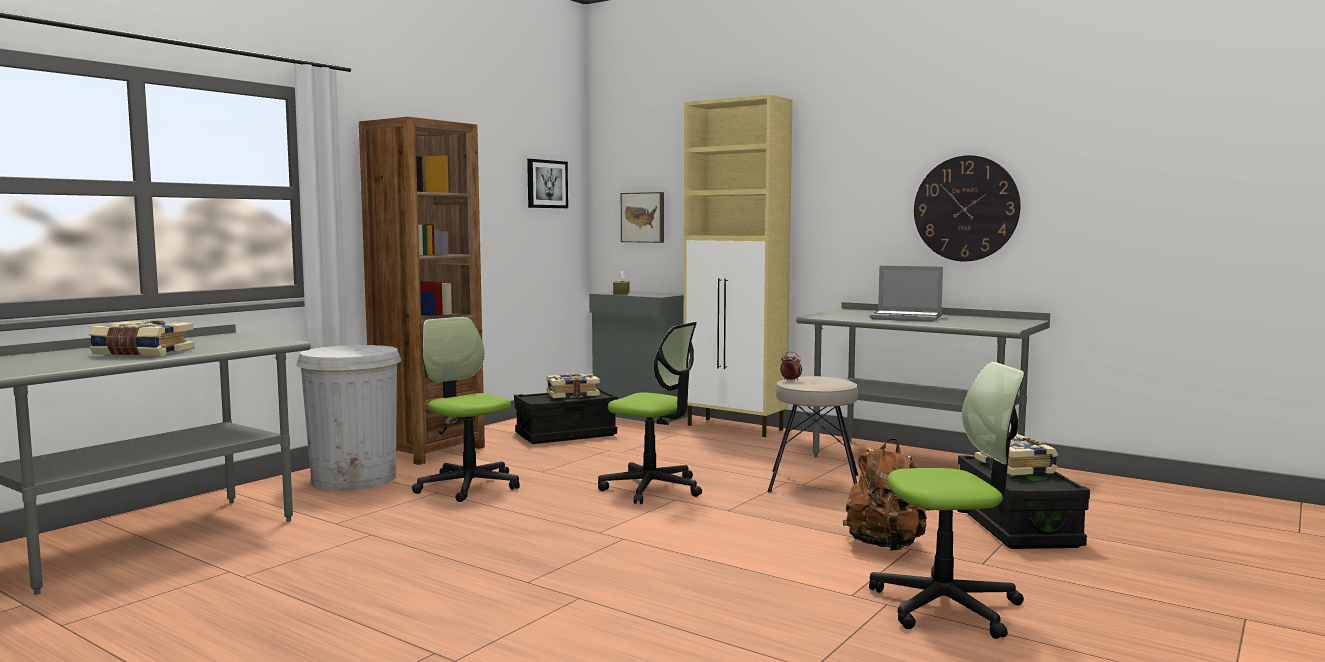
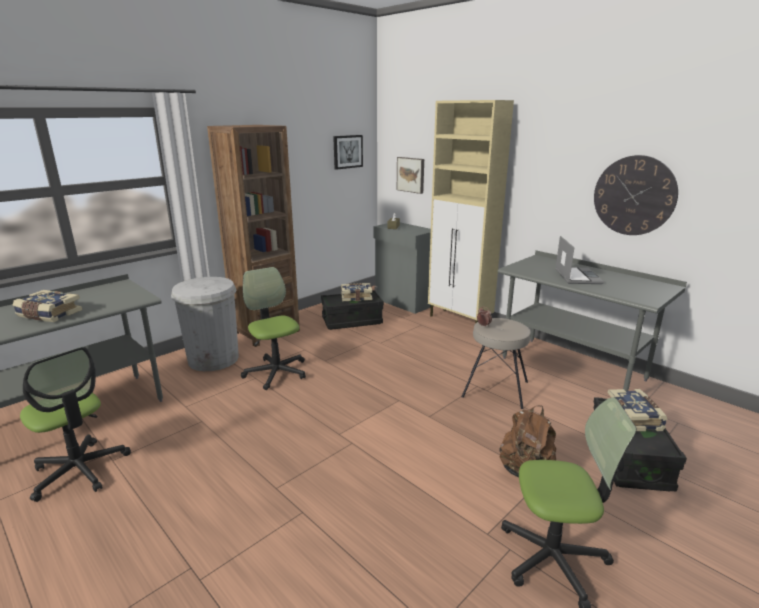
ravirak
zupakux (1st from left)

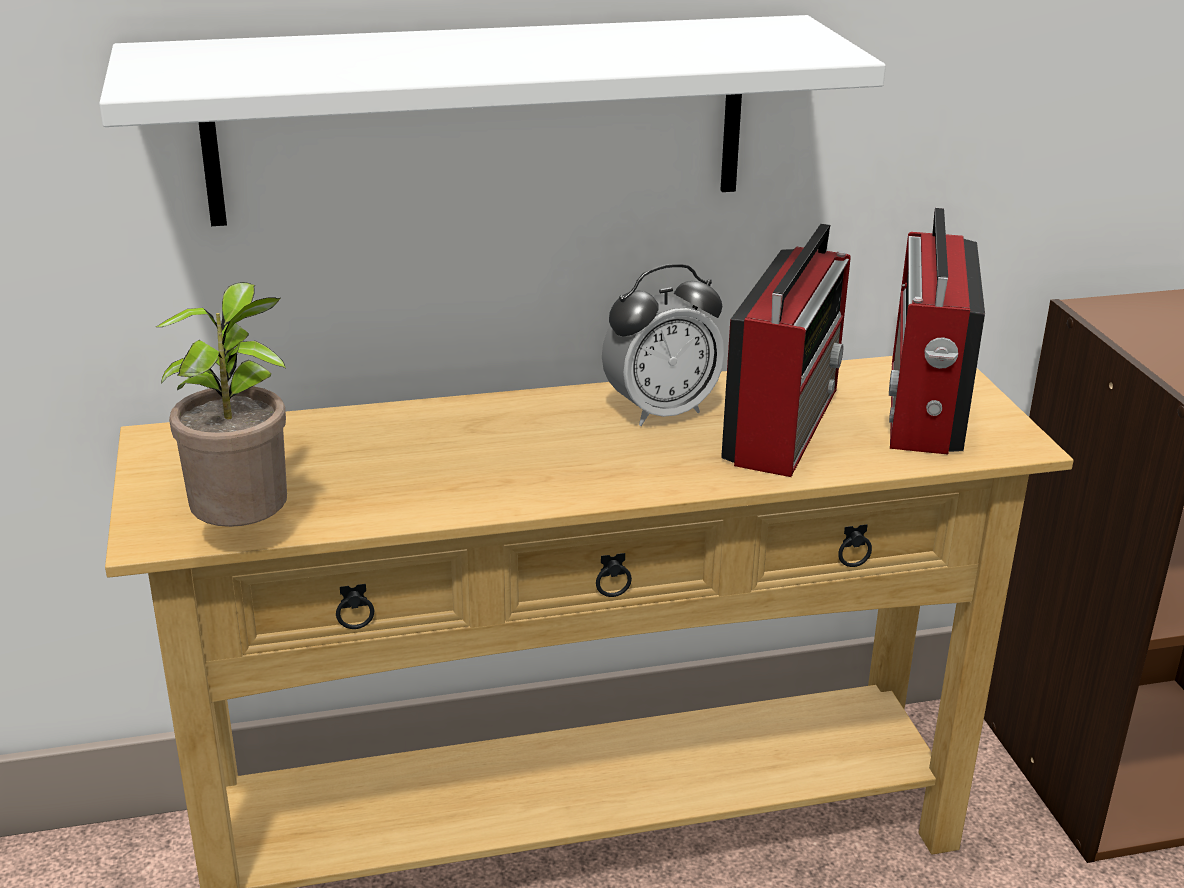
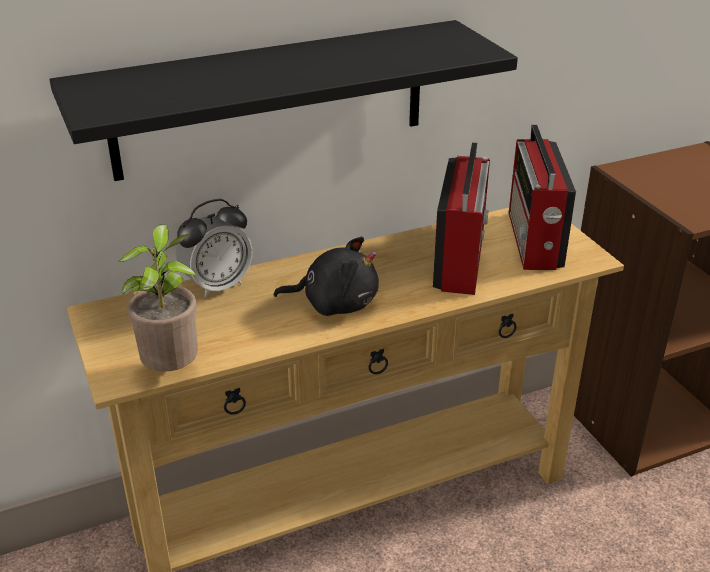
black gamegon
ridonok
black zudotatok

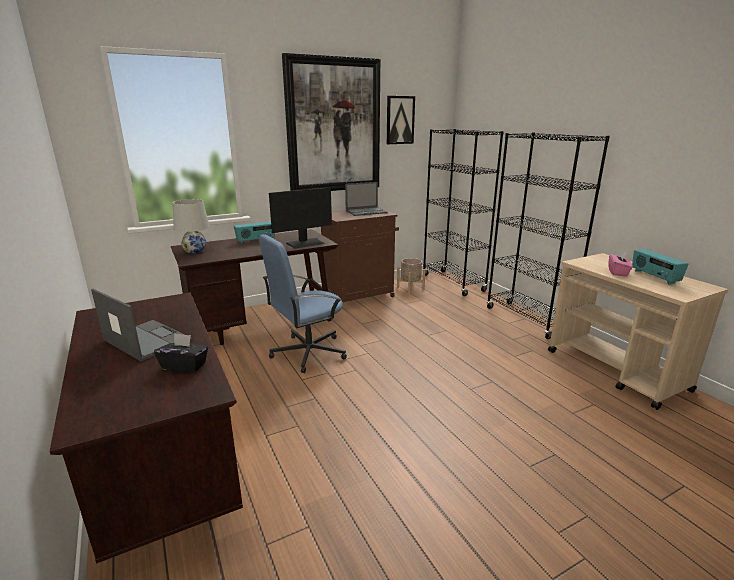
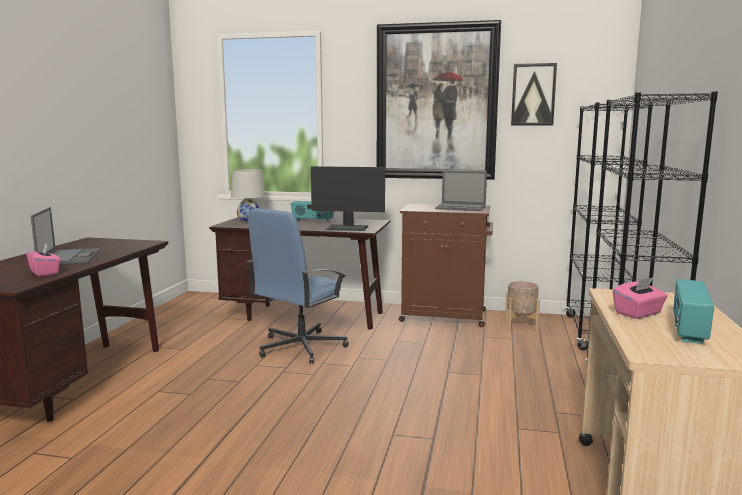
blue zupakux
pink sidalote (1st from left)

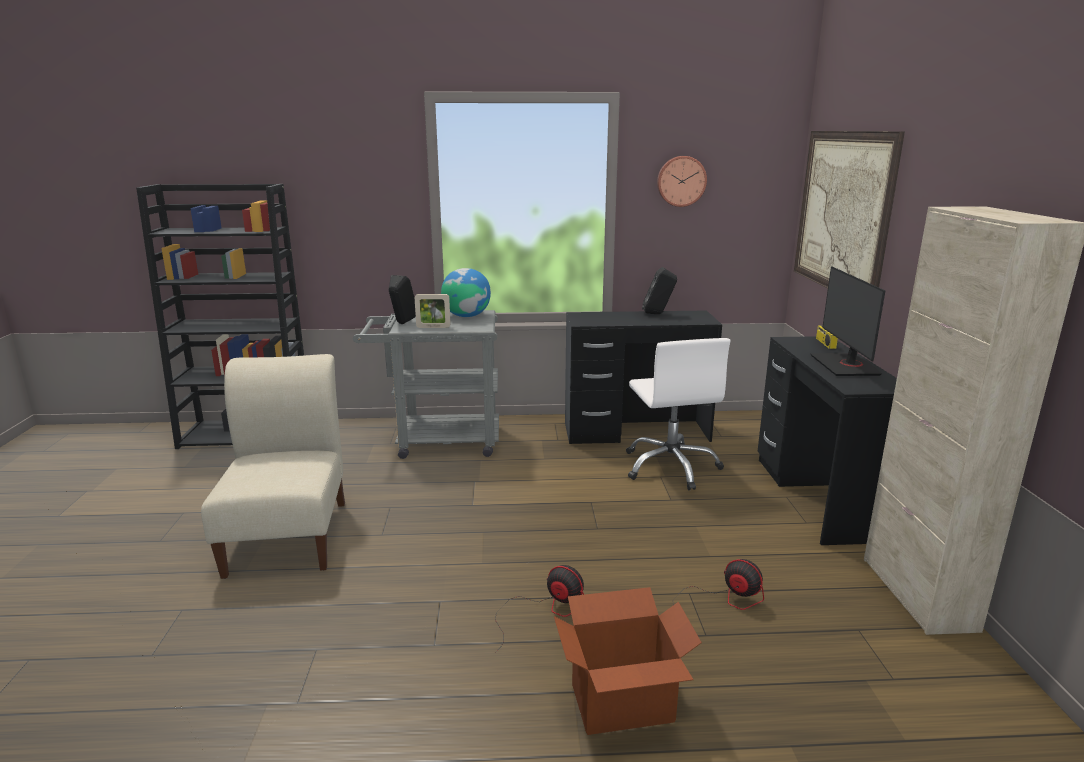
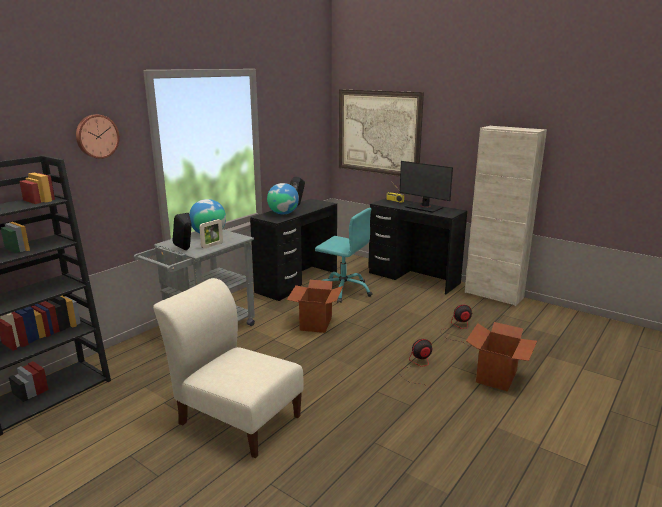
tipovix
turquoise zupakux
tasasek (2nd from left)
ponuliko (1st from left)

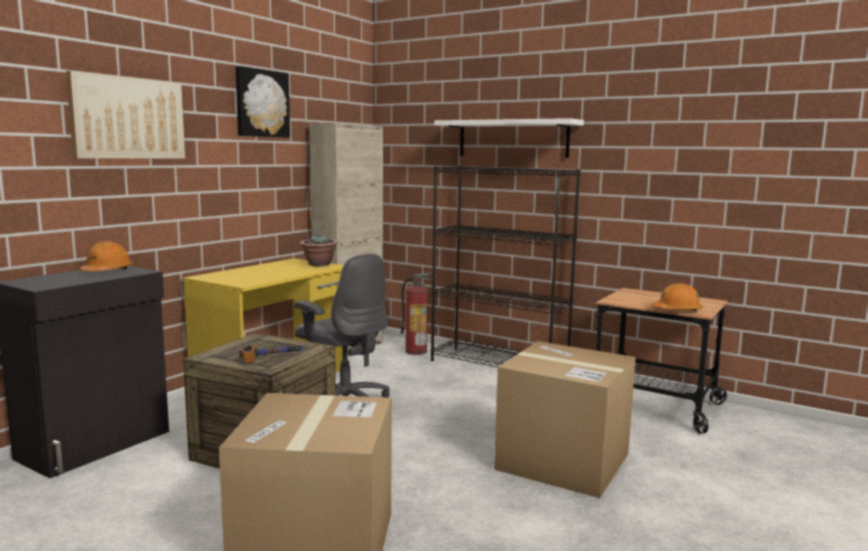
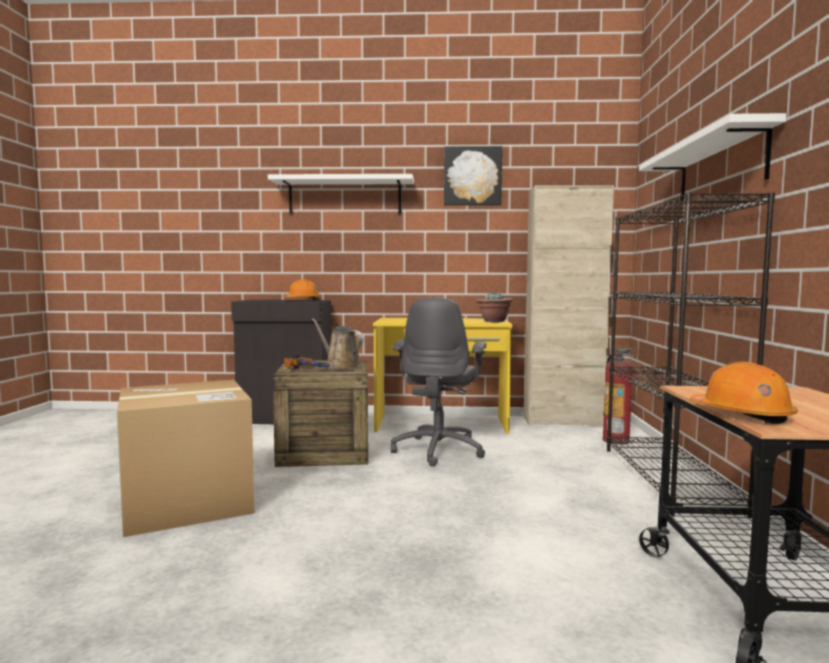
white gamegon (1st from left)
ponuliko (2nd from left in the first image)
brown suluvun

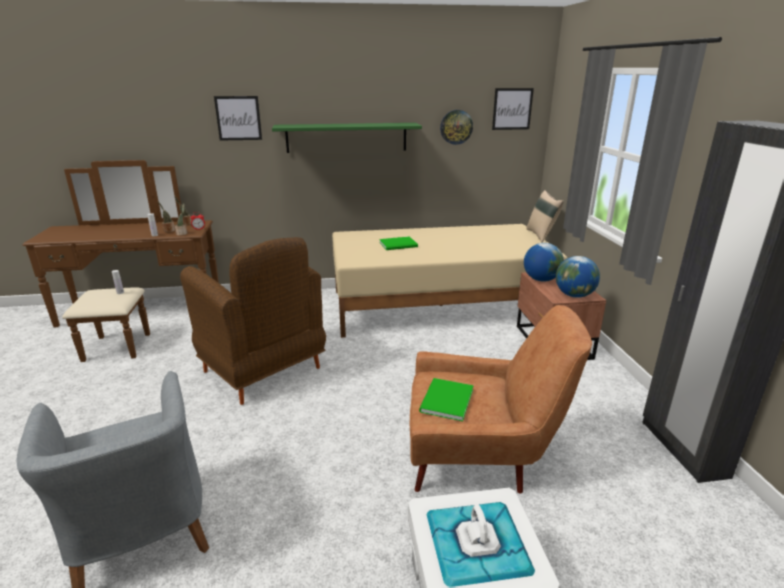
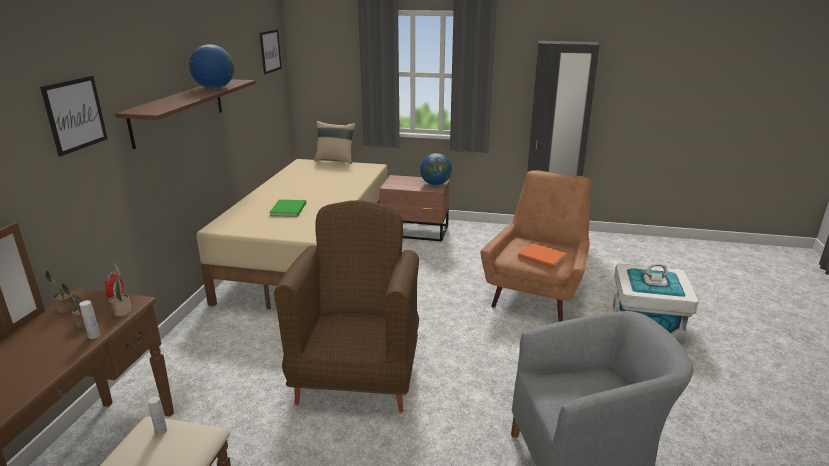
tipovix
brown gamegon
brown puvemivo (1st from left)
tasasek (1st from left)
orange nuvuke

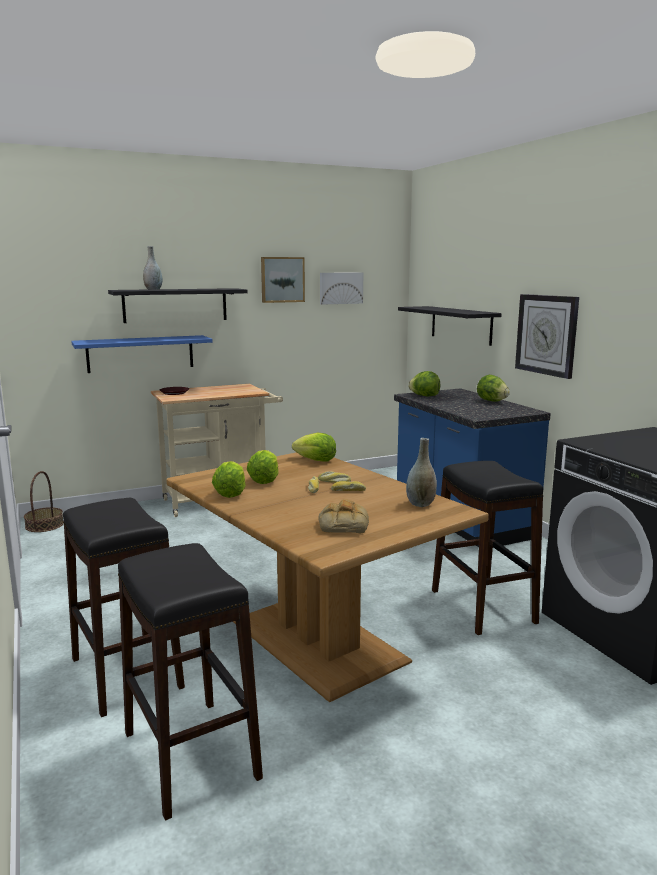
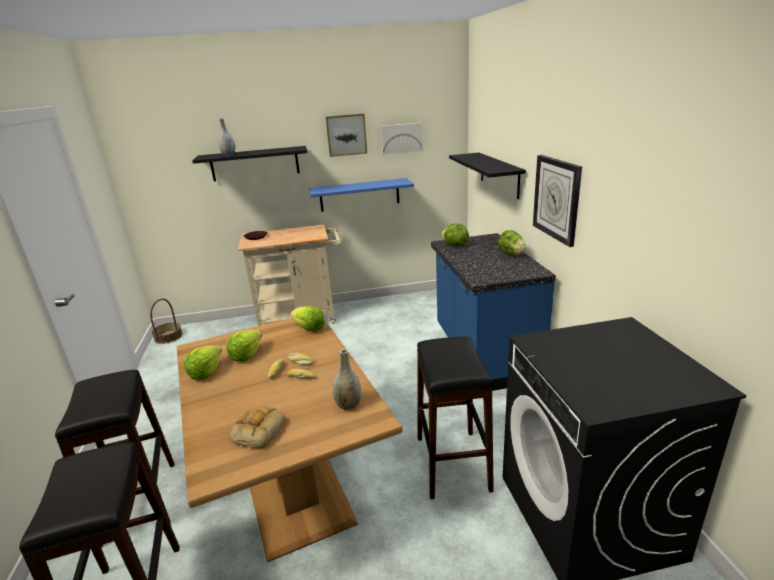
blue gamegon

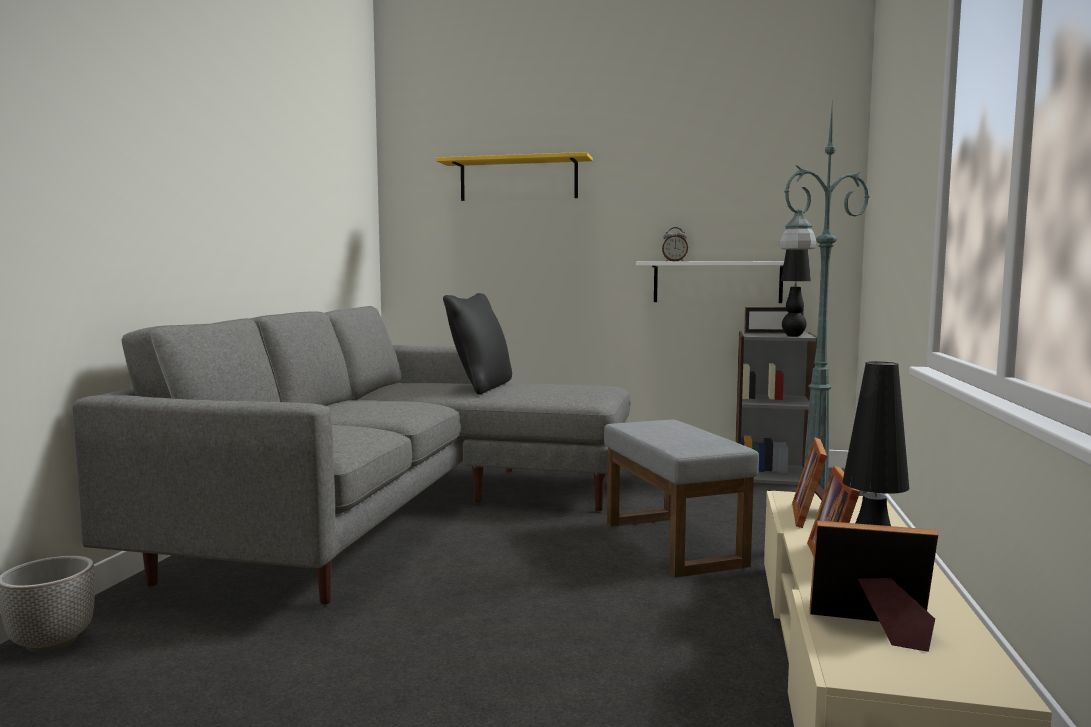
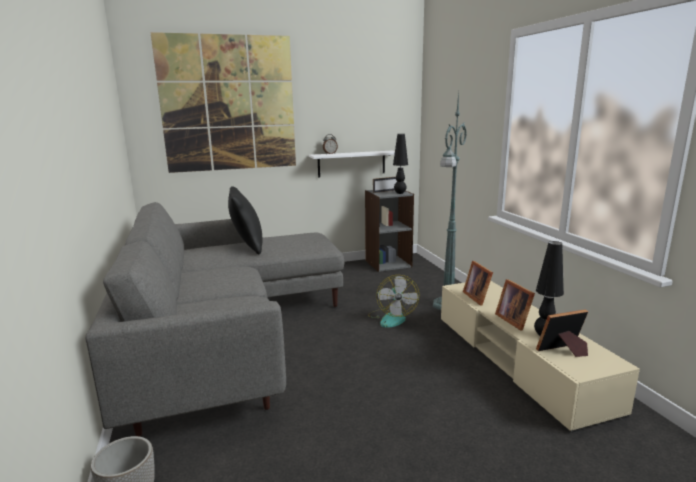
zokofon
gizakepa

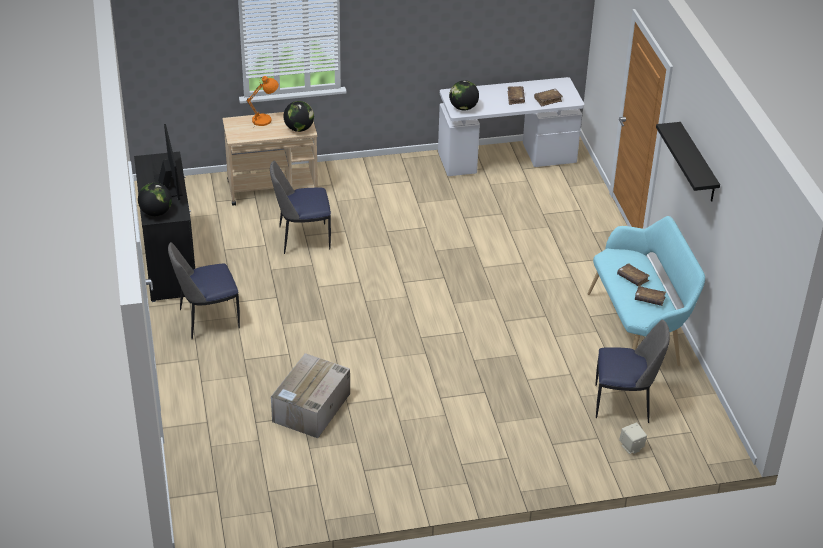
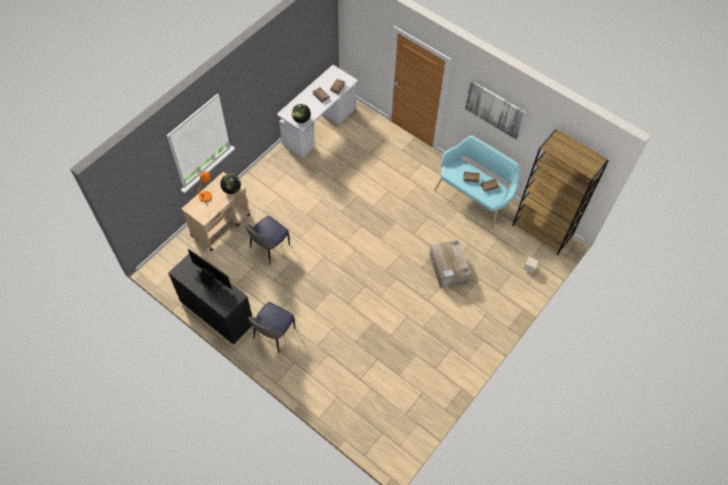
zokofon
tasasek (1st from left in the first image)
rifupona (3rd from left in the first image)
ponuliko
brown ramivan

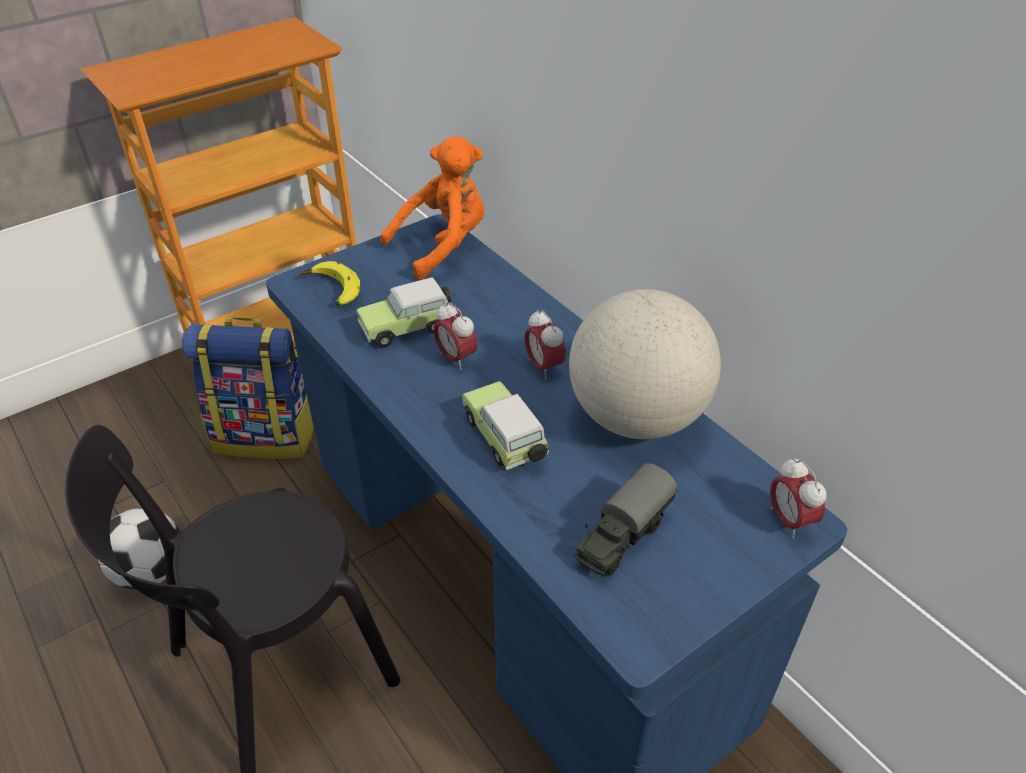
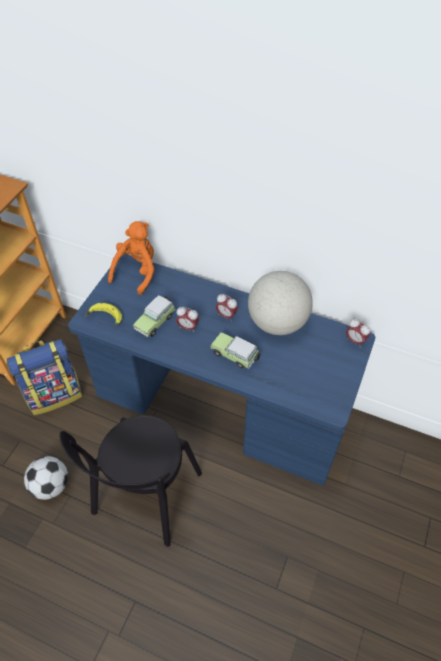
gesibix

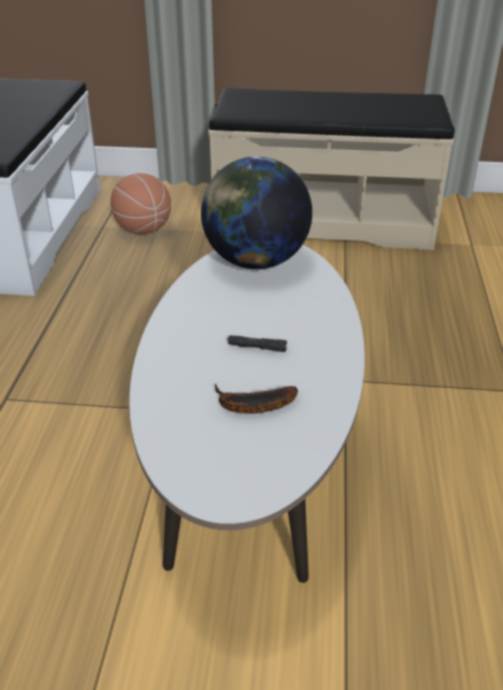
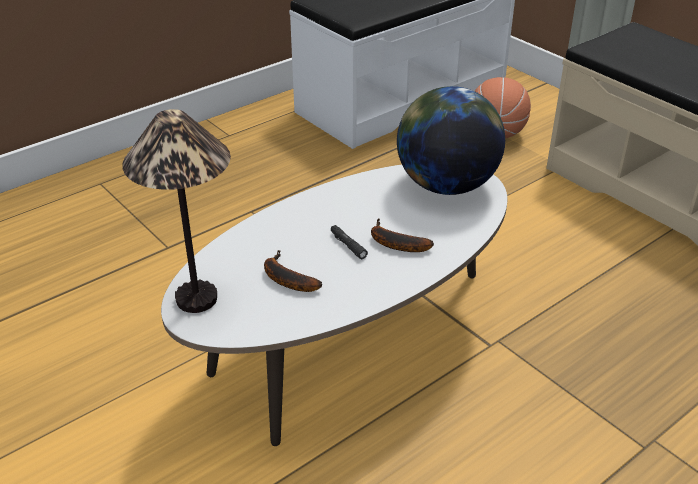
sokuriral
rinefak (2nd from left)

